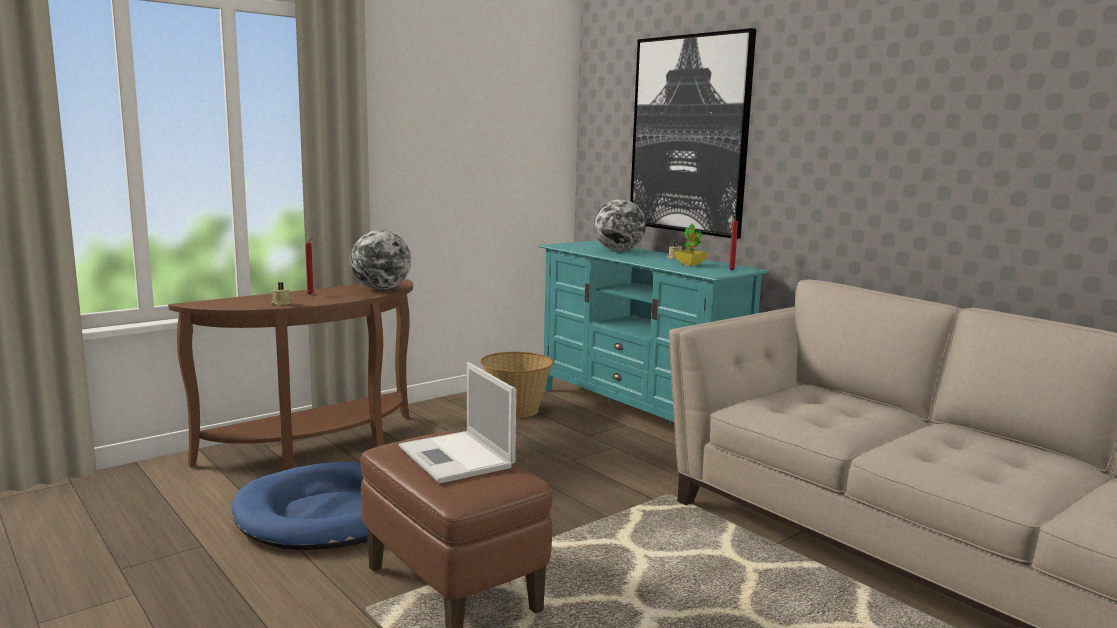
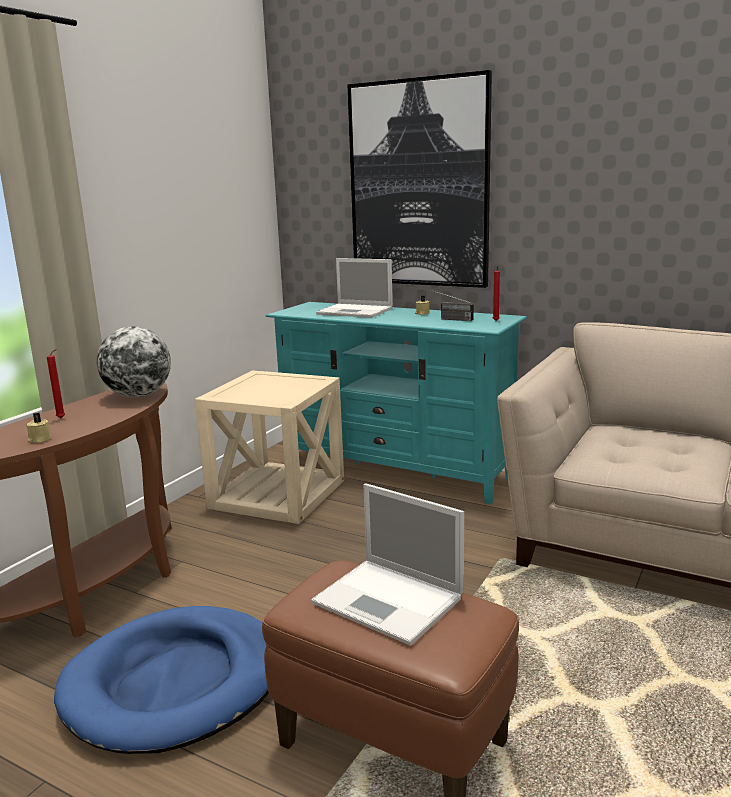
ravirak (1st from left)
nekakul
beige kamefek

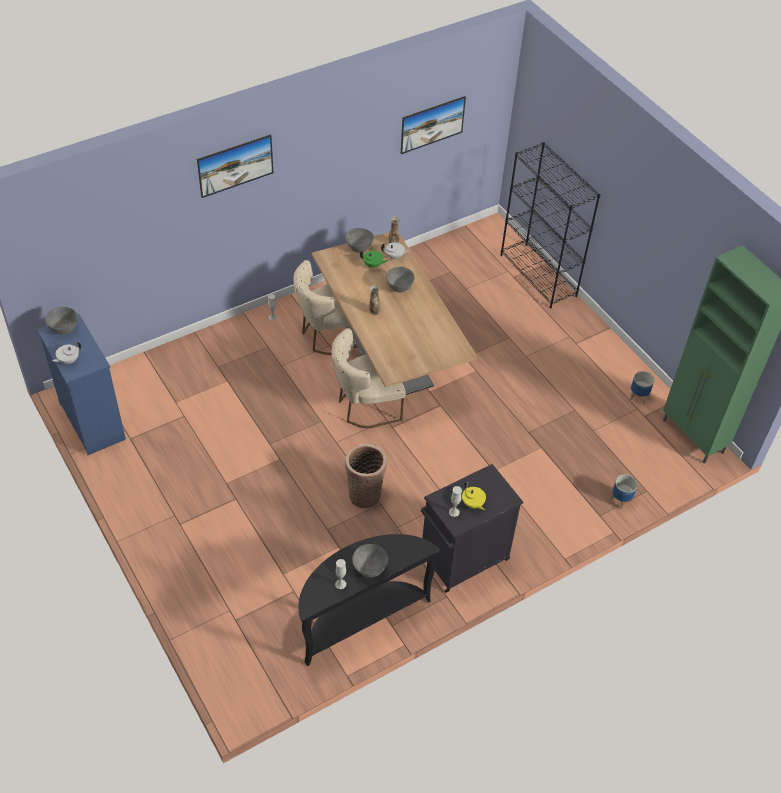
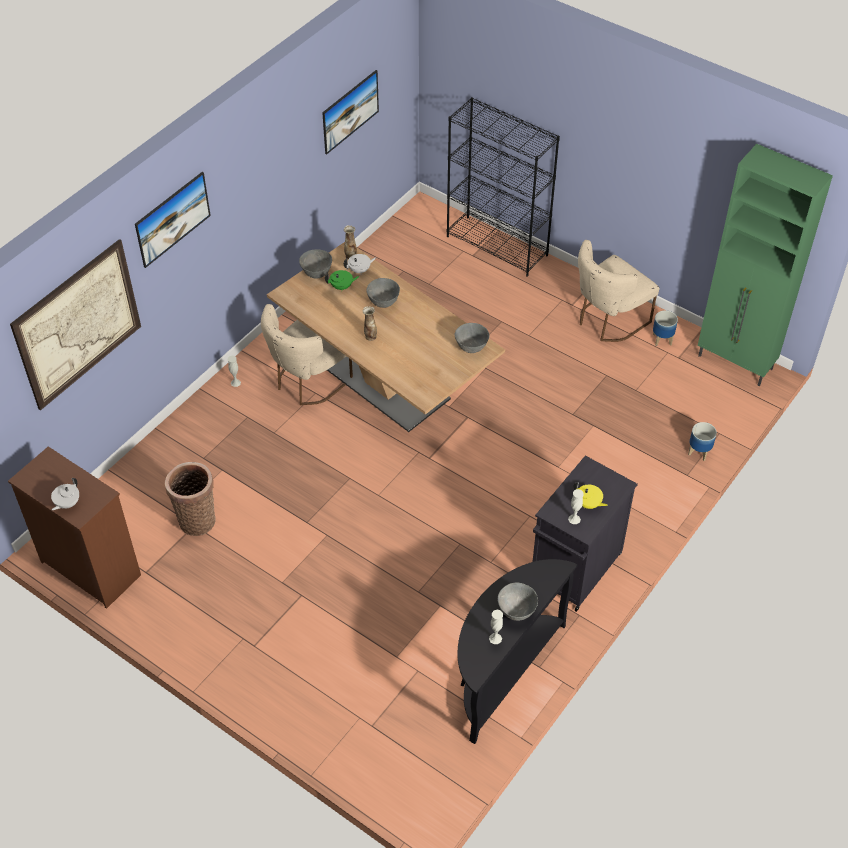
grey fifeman (3rd from left)
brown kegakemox
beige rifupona (2nd from left)
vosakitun
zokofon (1st from left)

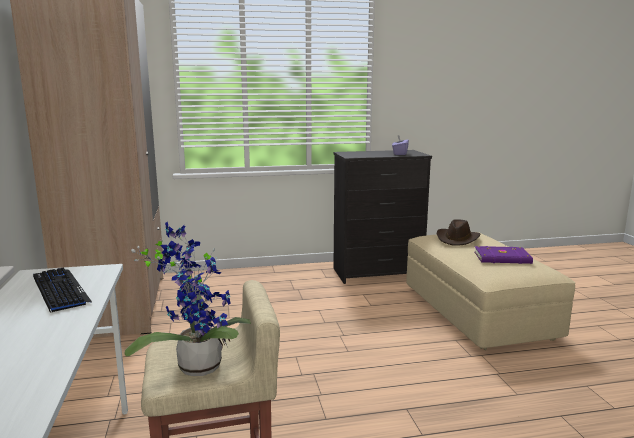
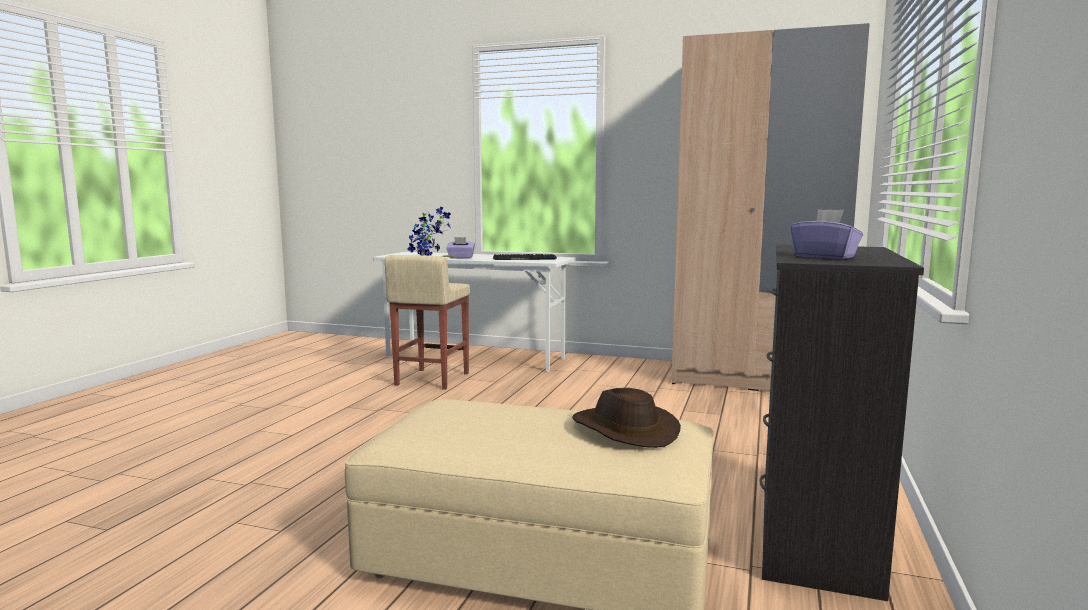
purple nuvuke
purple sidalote (1st from left)

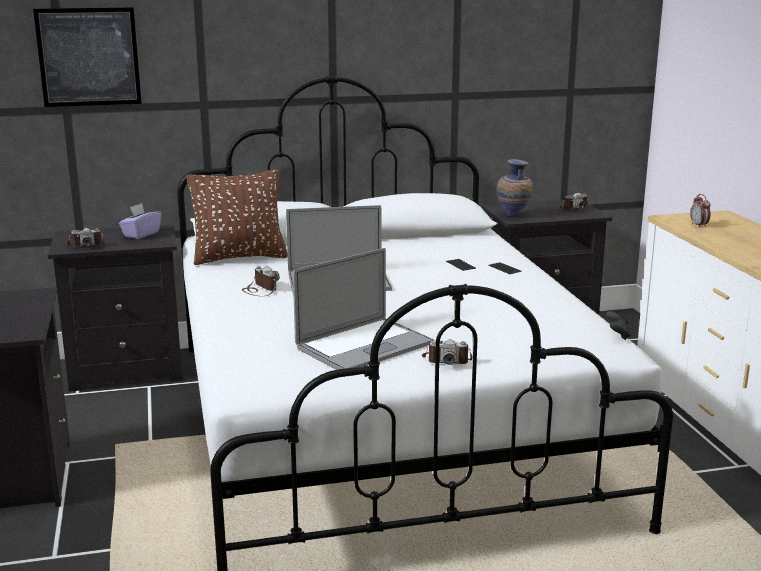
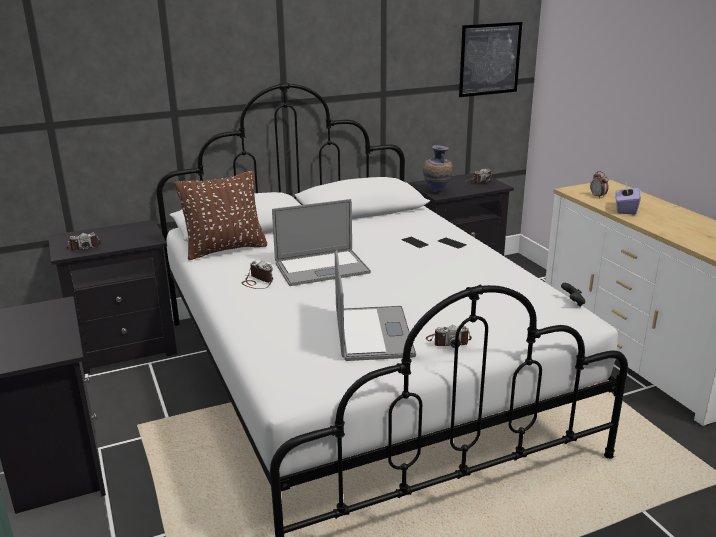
zokofon
purple sidalote
ravirak (2nd from left)

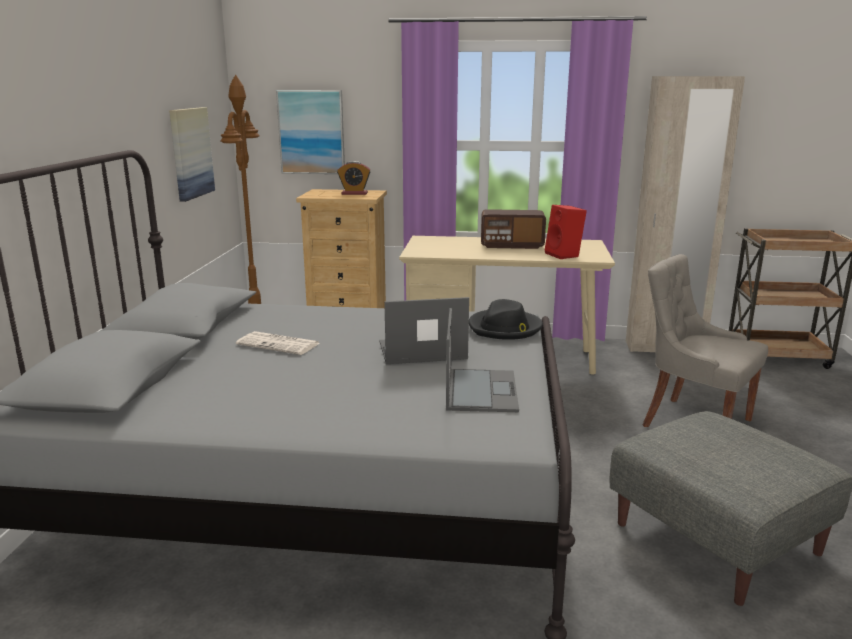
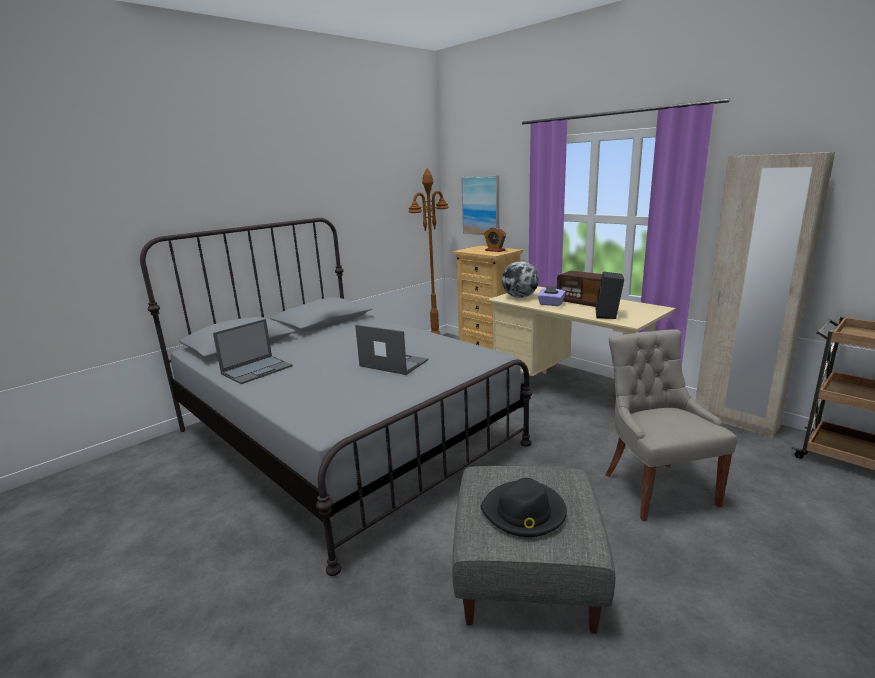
zokofon (1st from left in the first image)
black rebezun
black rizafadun
ravirak (1st from left)
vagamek
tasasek
purple sidalote

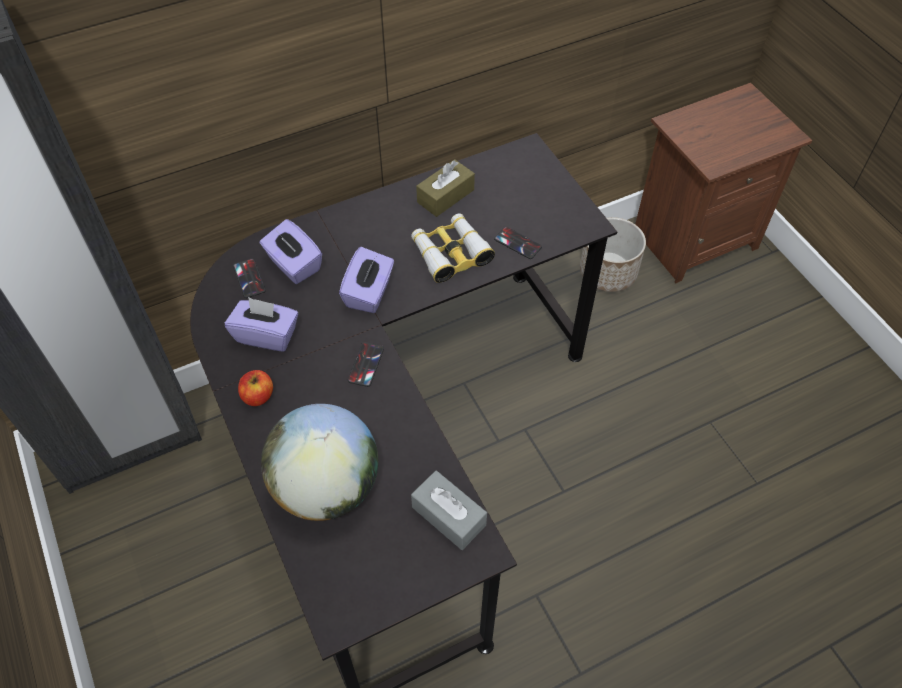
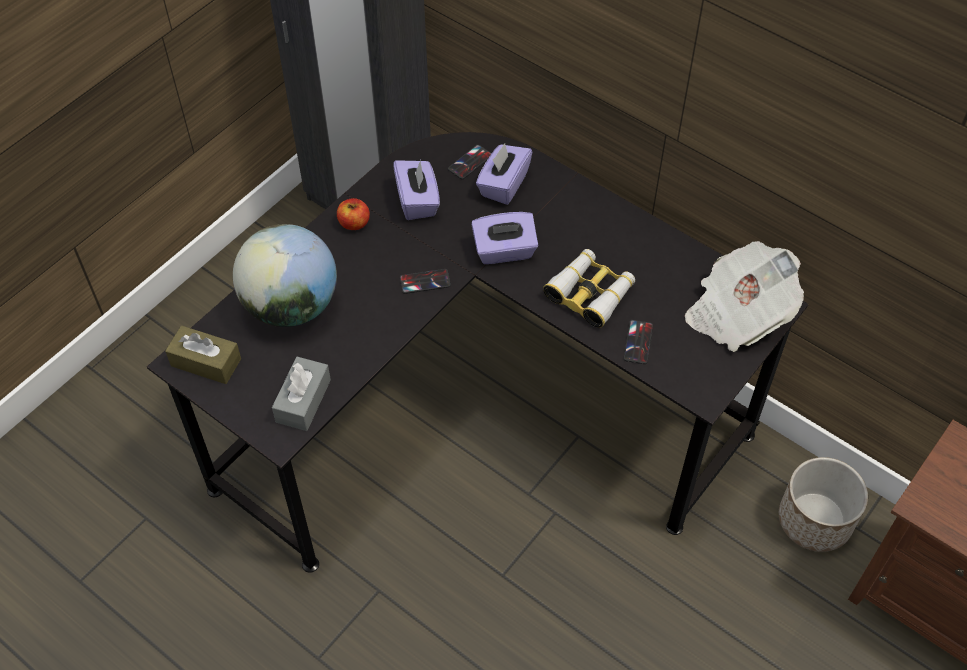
brown sidalote
vagamek

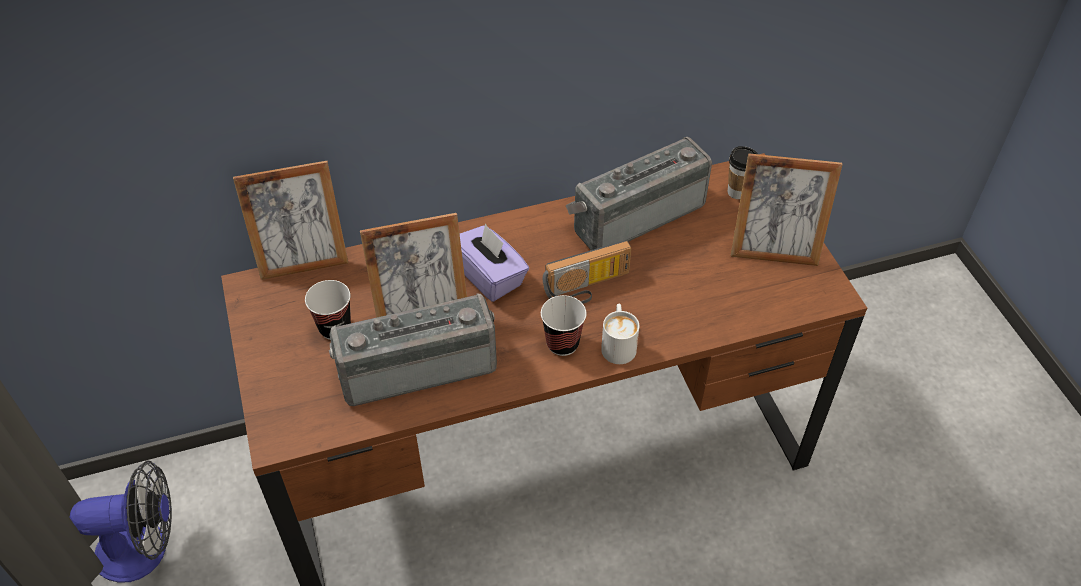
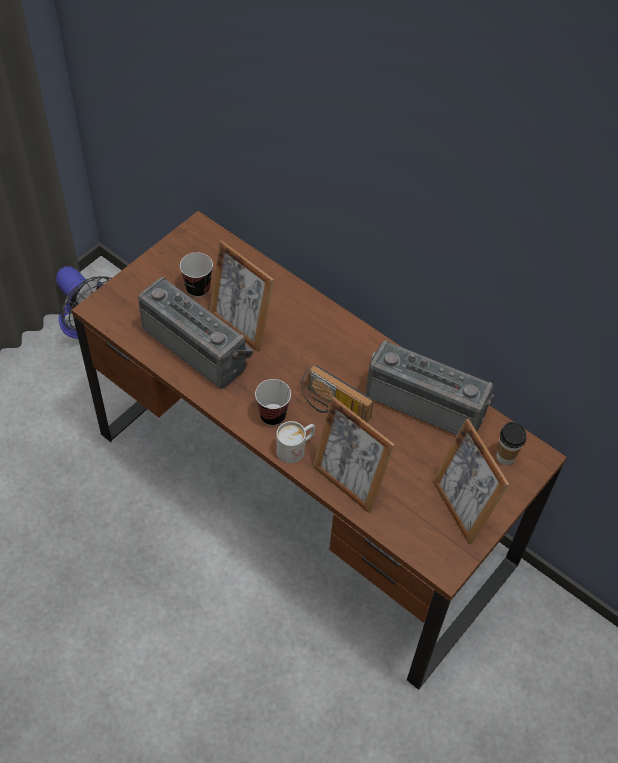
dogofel (2nd from left)
purple sidalote

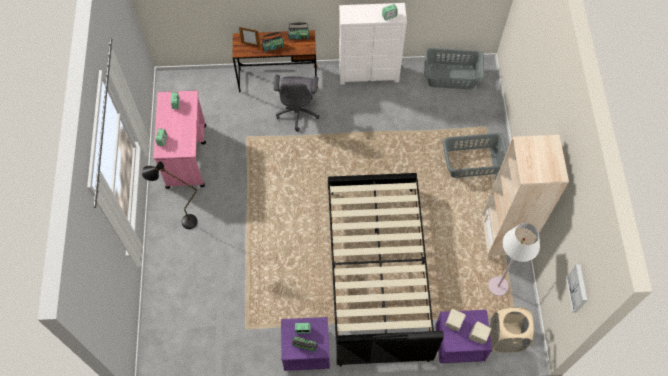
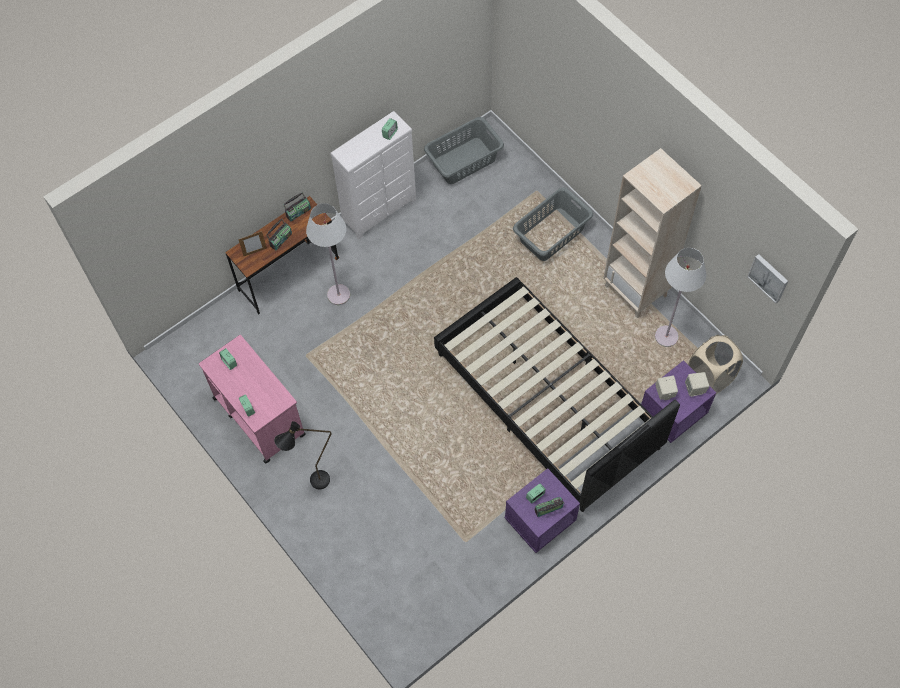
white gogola (1st from left)

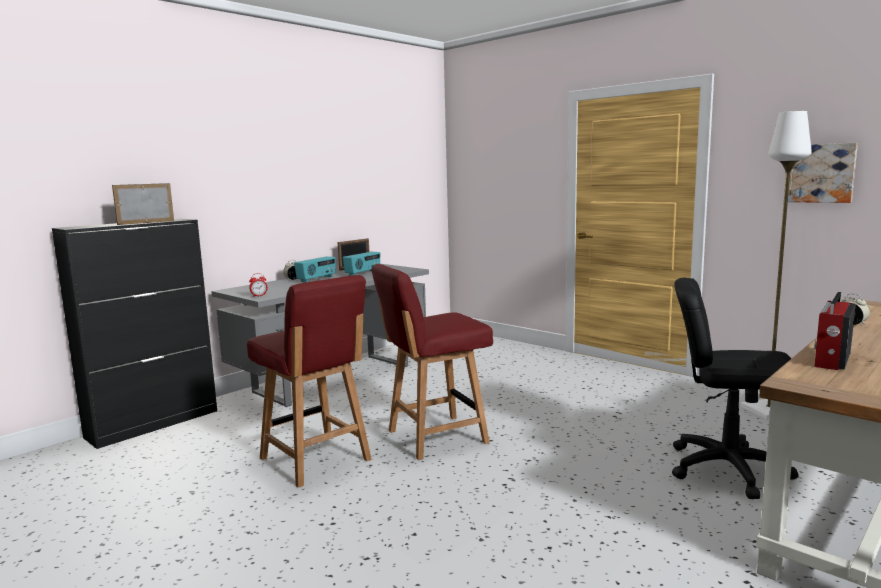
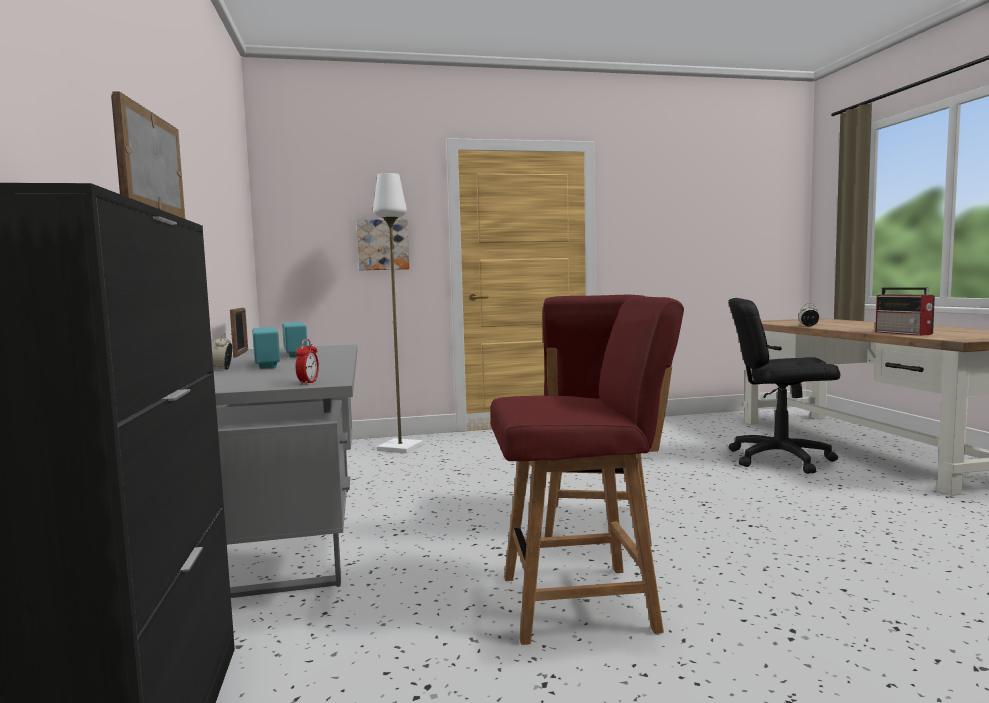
white gogola
zokofon
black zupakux

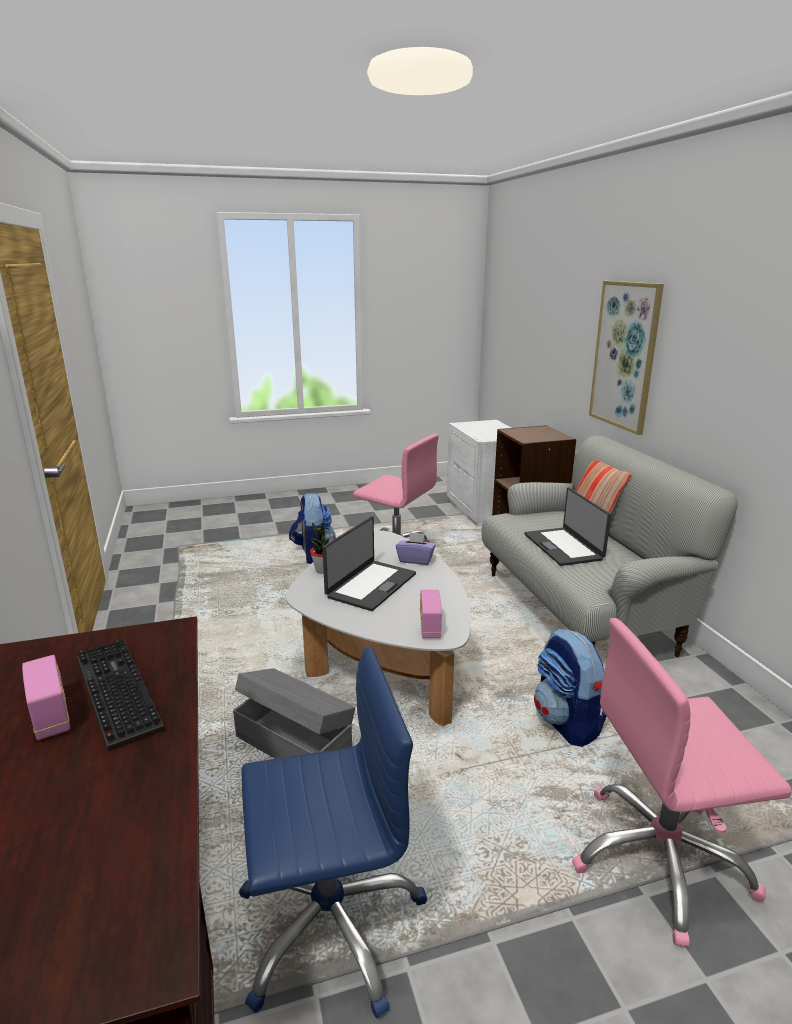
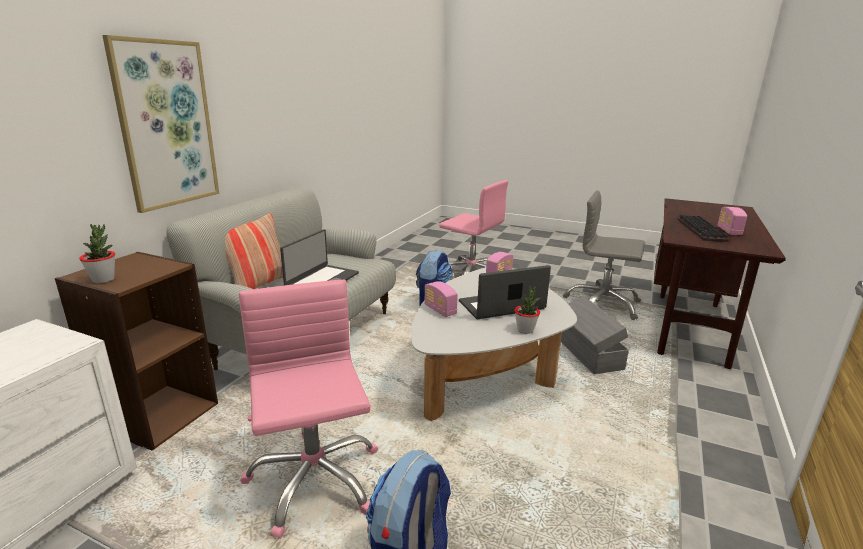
nekakul (1st from left)
grey zupakux
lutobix (1st from left)

